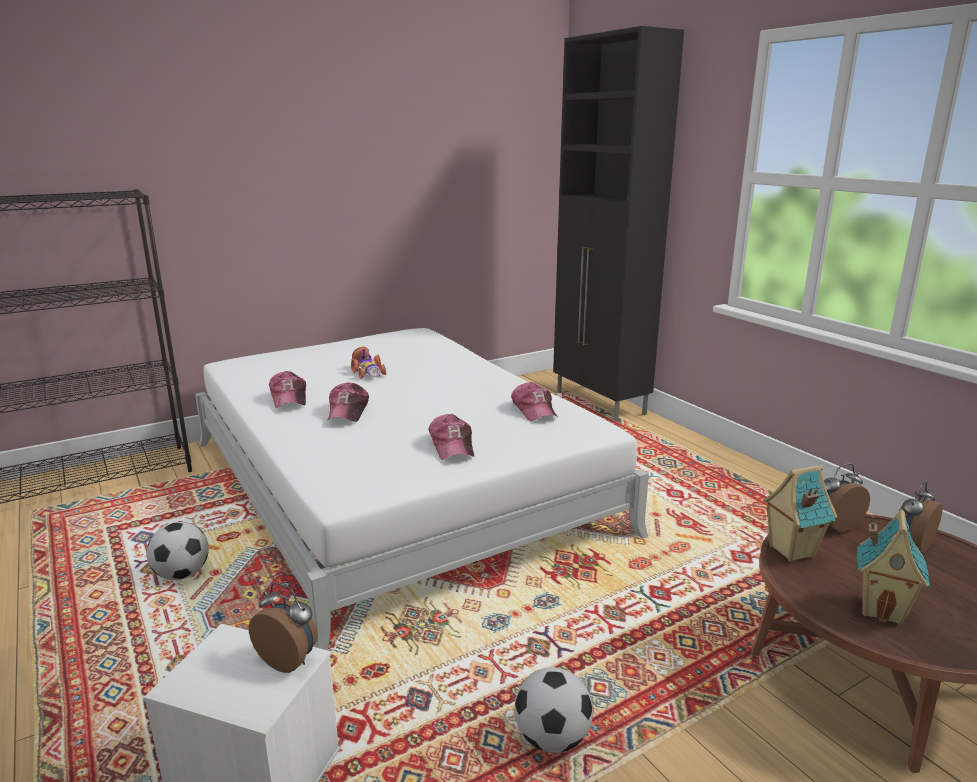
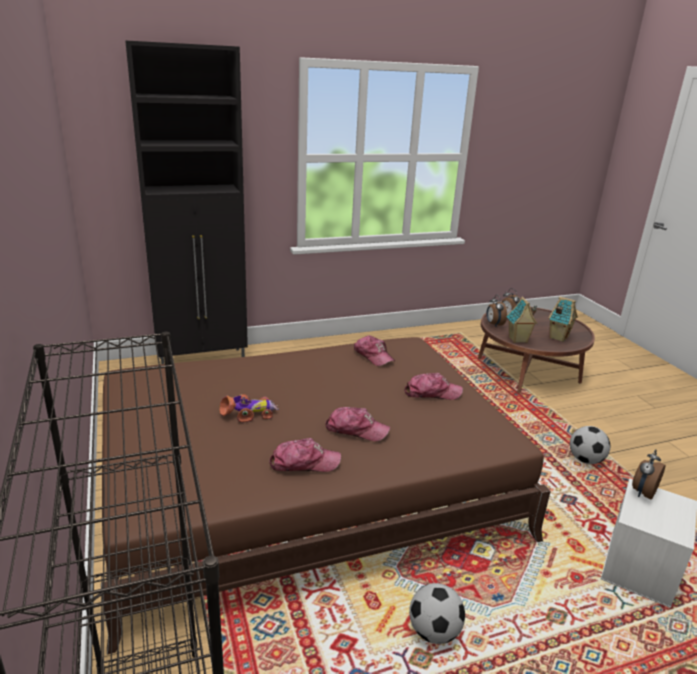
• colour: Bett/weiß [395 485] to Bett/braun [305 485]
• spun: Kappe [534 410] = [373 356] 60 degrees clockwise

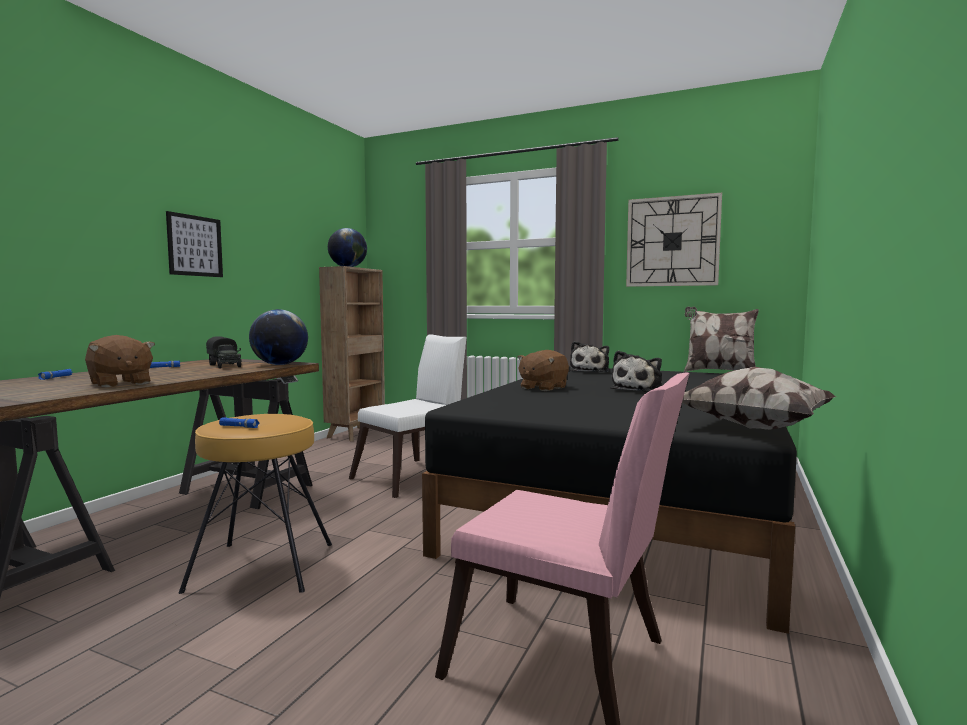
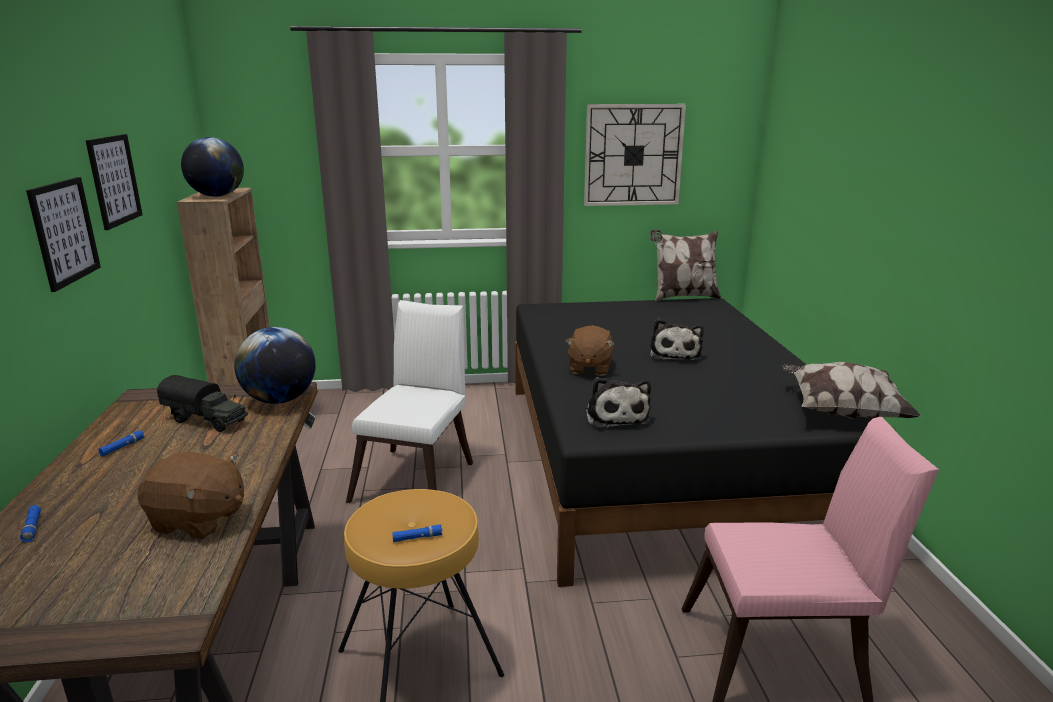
• appeared: Bild [114 180]
• relocated: Plüschtier [590 371] to [616 416]

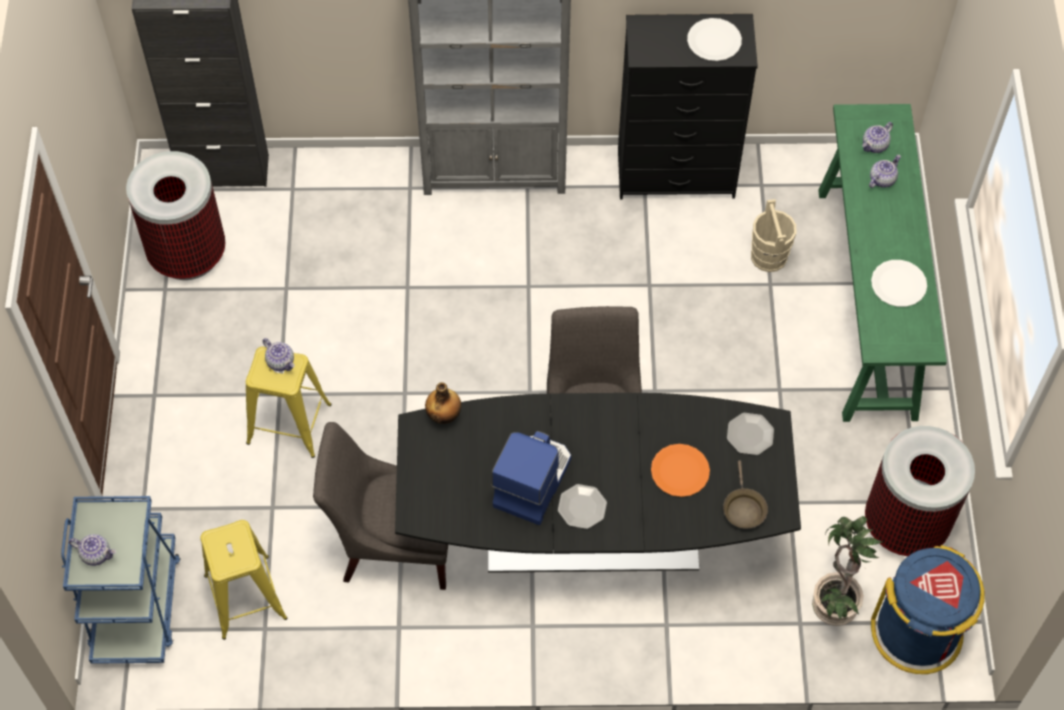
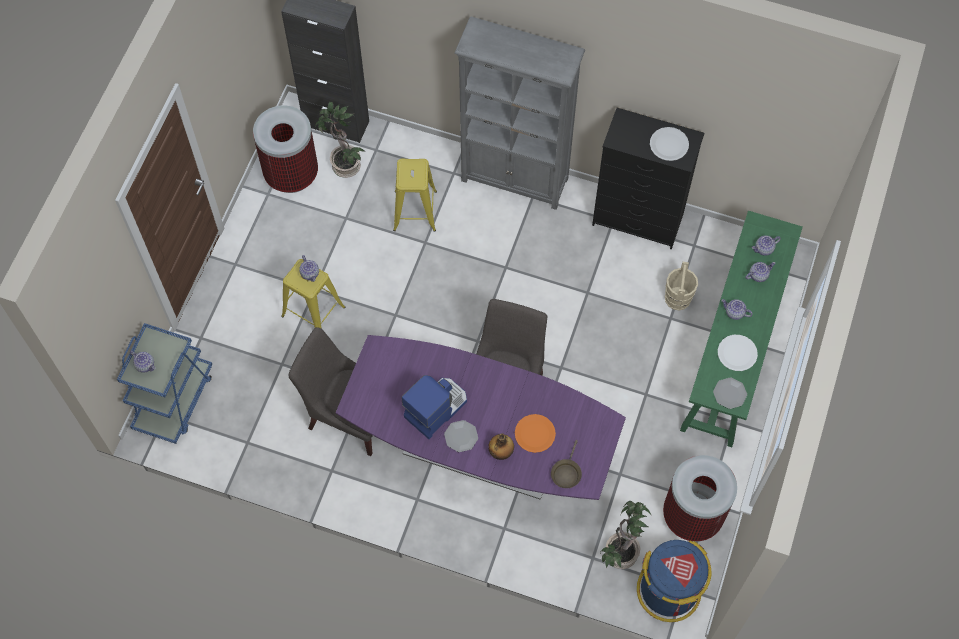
• appeared: Topfpflanze [344 165]
• colour: Esstisch/schwarz [591 532] to Esstisch/lila [480 450]
• relocated: Hocker/gelb [245 596] to [415 210]
• relocated: Flasche [444 415] to [501 452]
• relocated: Teller [750 434] to [729 393]
• appeared: Teekanne [734 313]

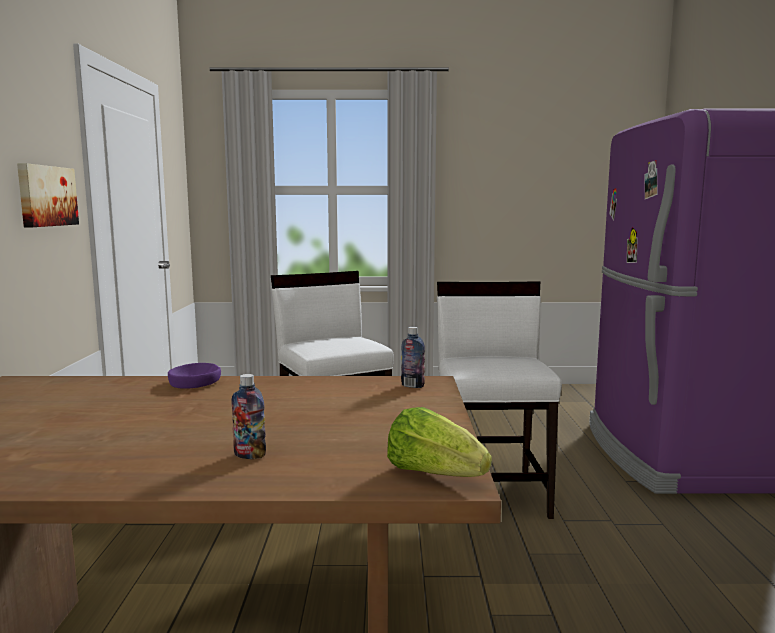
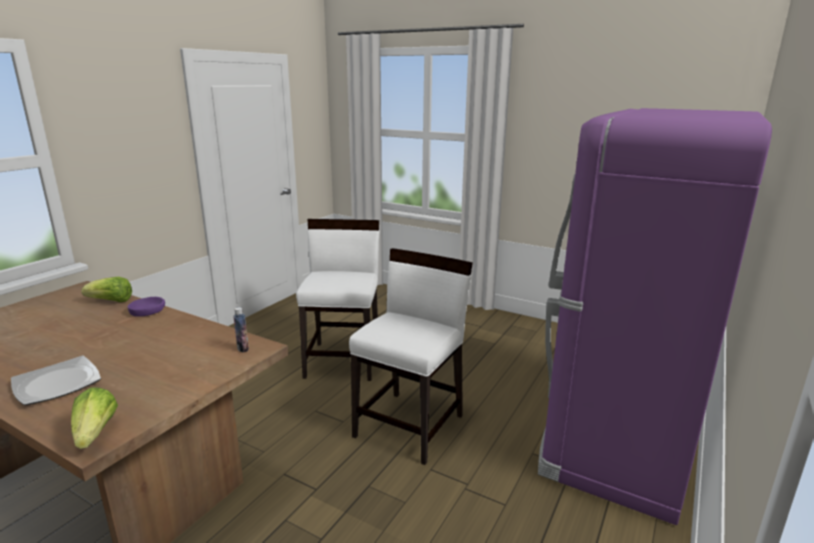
• exchanged: Flasche [249 455] to Teller [58 383]
• appeared: Salatkopf [111 301]
• missing: Bild [46 196]

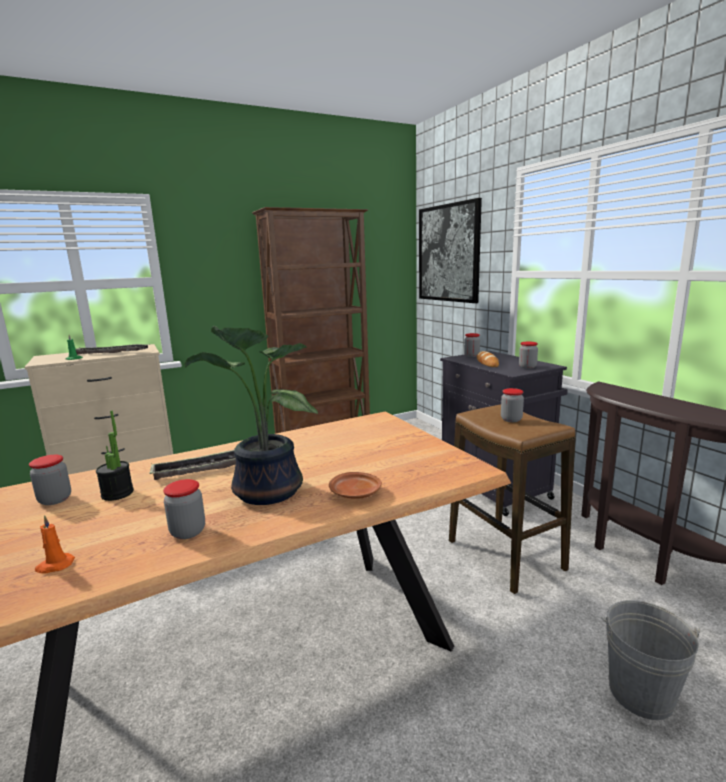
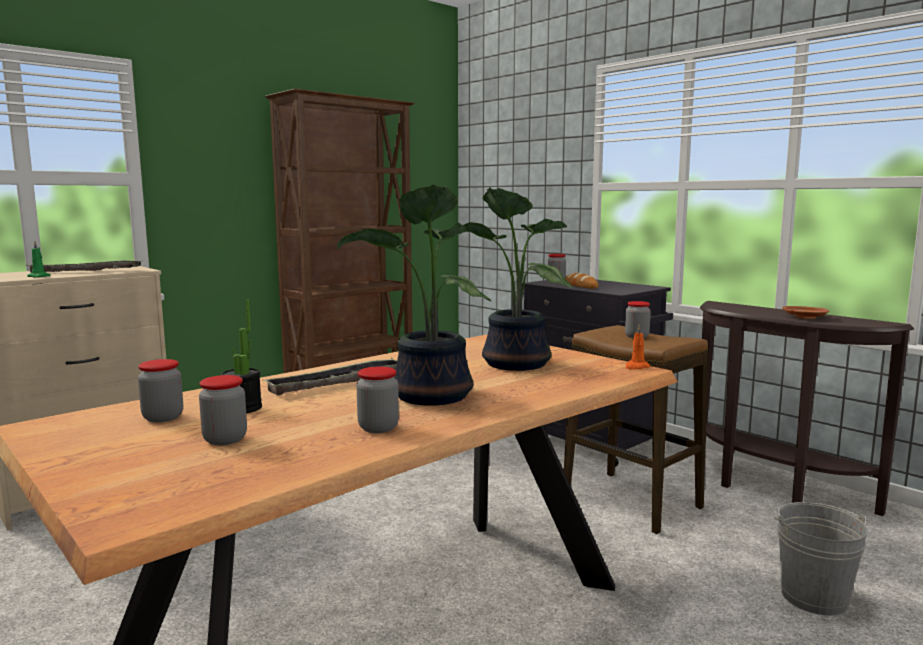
• relocated: Vorratsglas [527 367] to [225 439]
• appeared: Topfpflanze [511 364]
• relocated: Kerze/orange [54 566] to [636 367]
• relocated: Teller/braun [355 494] to [805 318]
• missing: Bild [448 253]

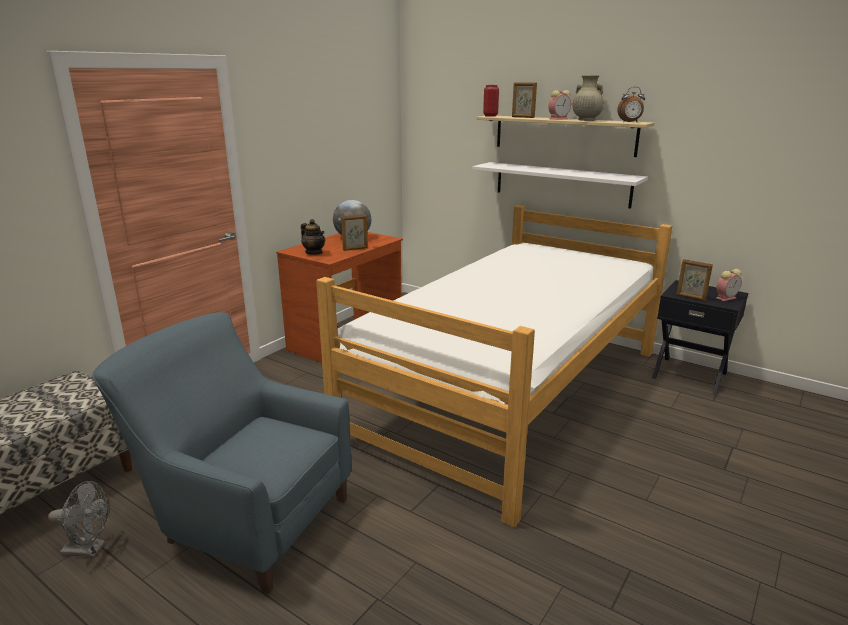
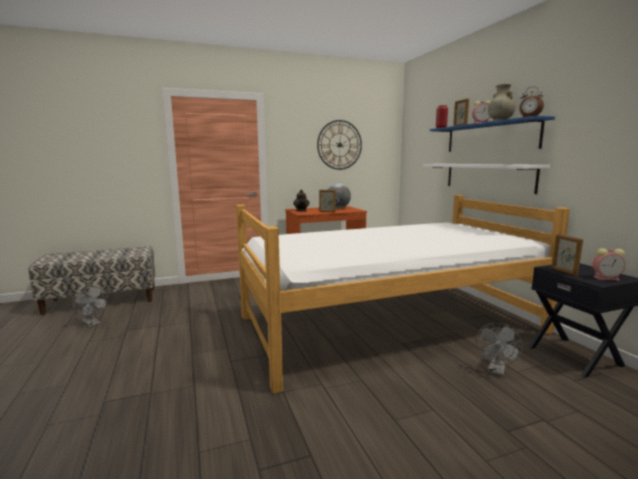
• appeared: Wanduhr [339 145]
• colour: Wandregal/beige [563 135] to Wandregal/blau [489 137]
• appeared: Ventilator/grau [496 371]
• missing: Sessel/blau [243 518]

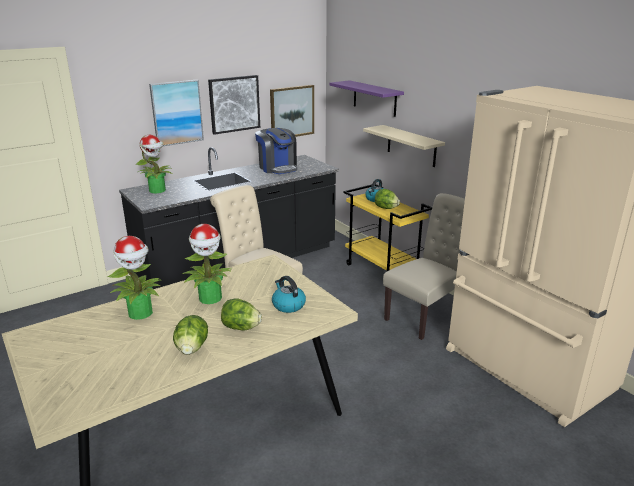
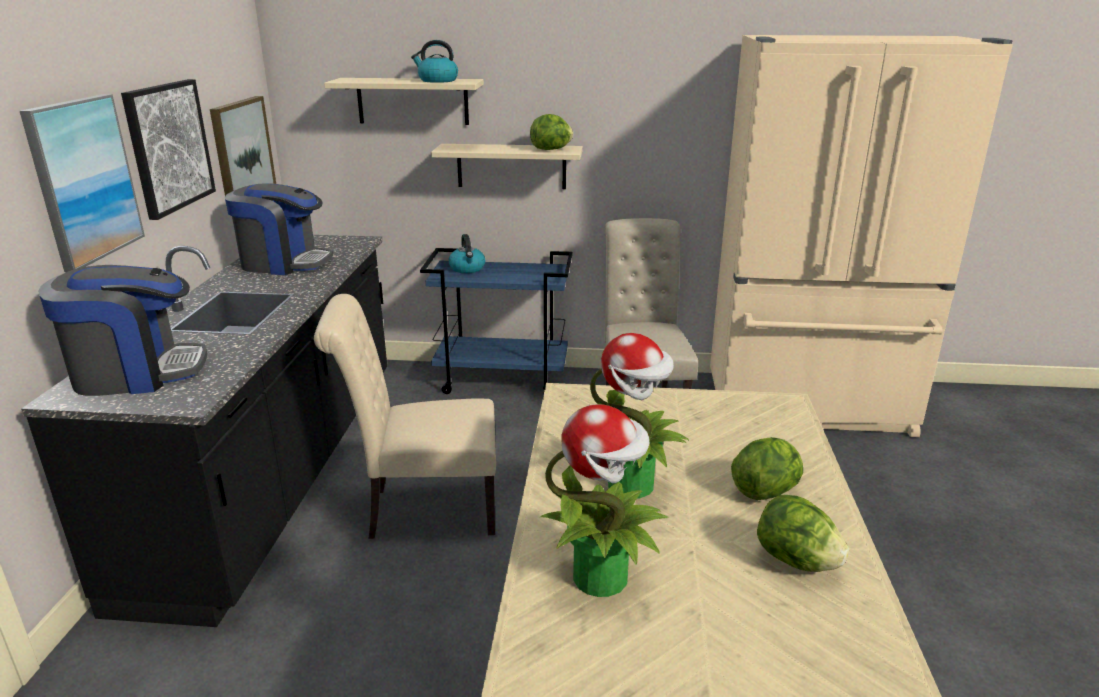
• exchanged: Topfpflanze [158 190] to Kaffeemaschine [137 373]
• colour: Wandregal/lila [374 98] to Wandregal/beige [412 101]
• relocated: Wasserkessel [288 305] to [437 80]
• colour: Rollwagen/gelb [383 271] to Rollwagen/blau [503 380]
• relocated: Salatkopf [386 208] to [551 149]

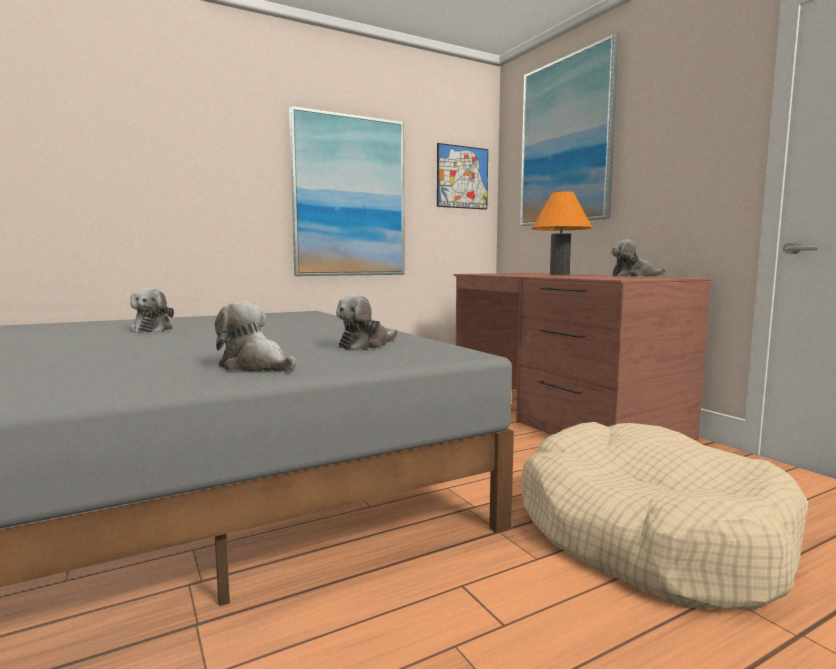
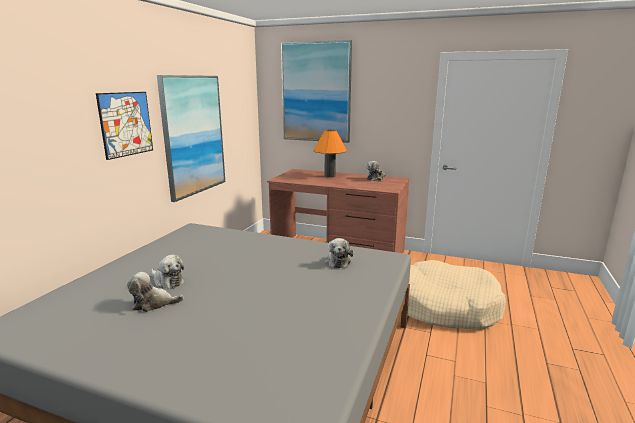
• relocated: Bild [462 177] to [126 124]
• relocated: Plüschtier [255 367] to [153 303]

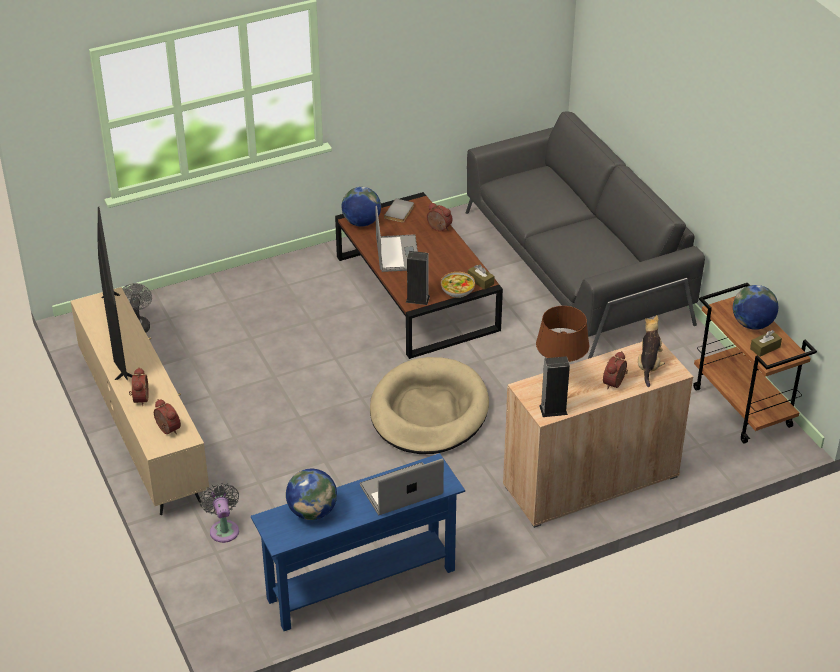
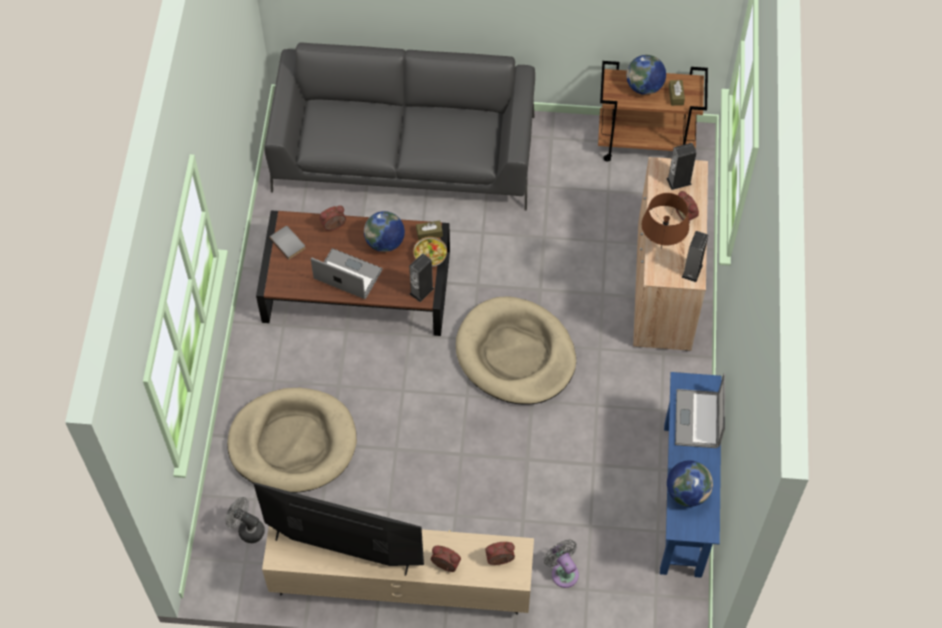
• appeared: Hundebett/beige [293 443]
• relocated: Globus [361 222] to [385 242]
• spun: Ventilator/grau [223 529] = [563 572] 45 degrees clockwise
• exchanged: Plüschtier [648 365] to Lautsprecher [679 181]

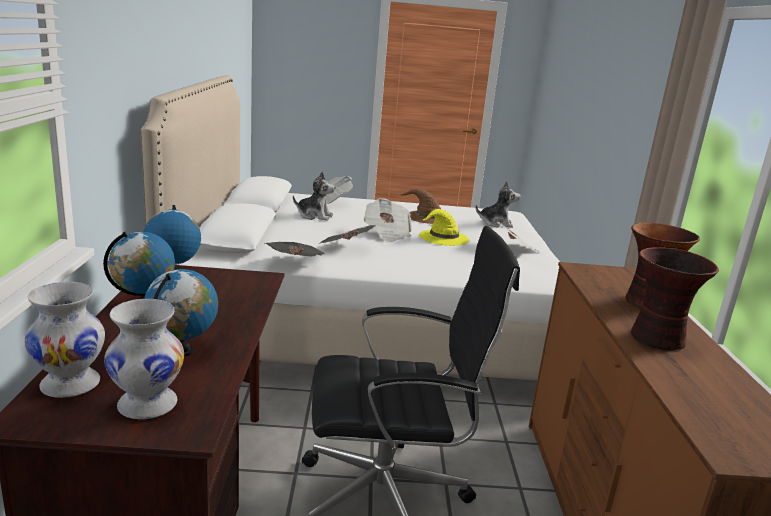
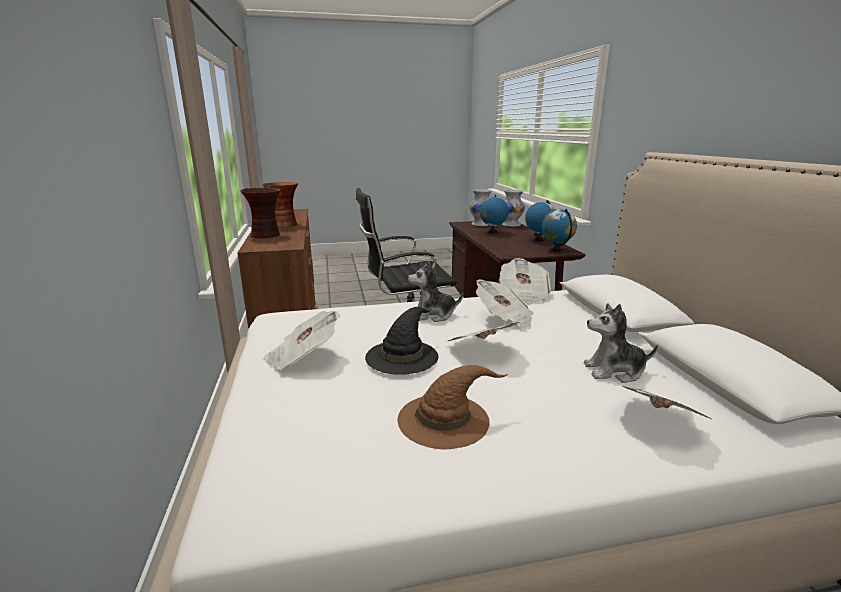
• colour: Hut/gelb [443 237] to Hut/schwarz [402 356]
• relocated: Plüschtier [496 223] to [433 315]

